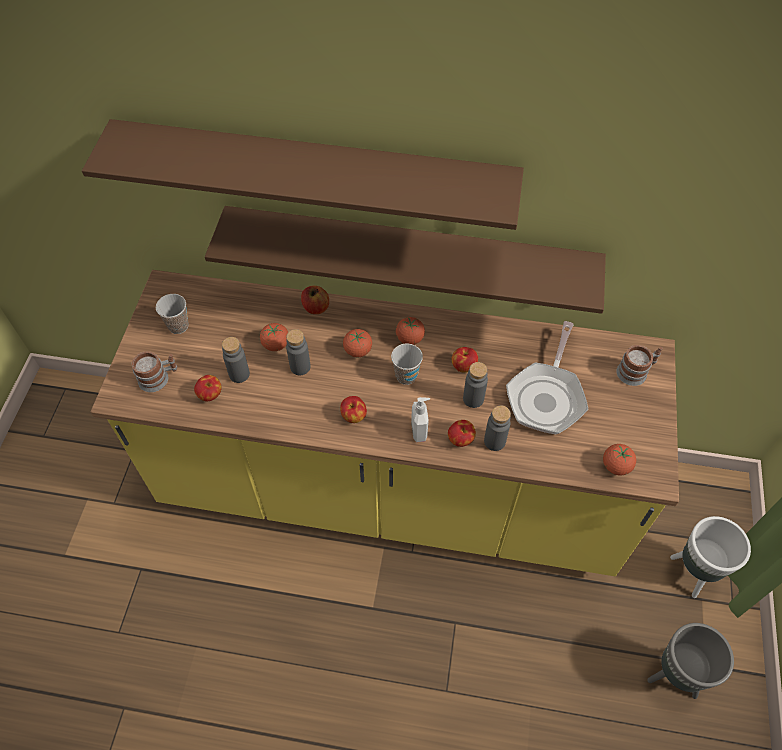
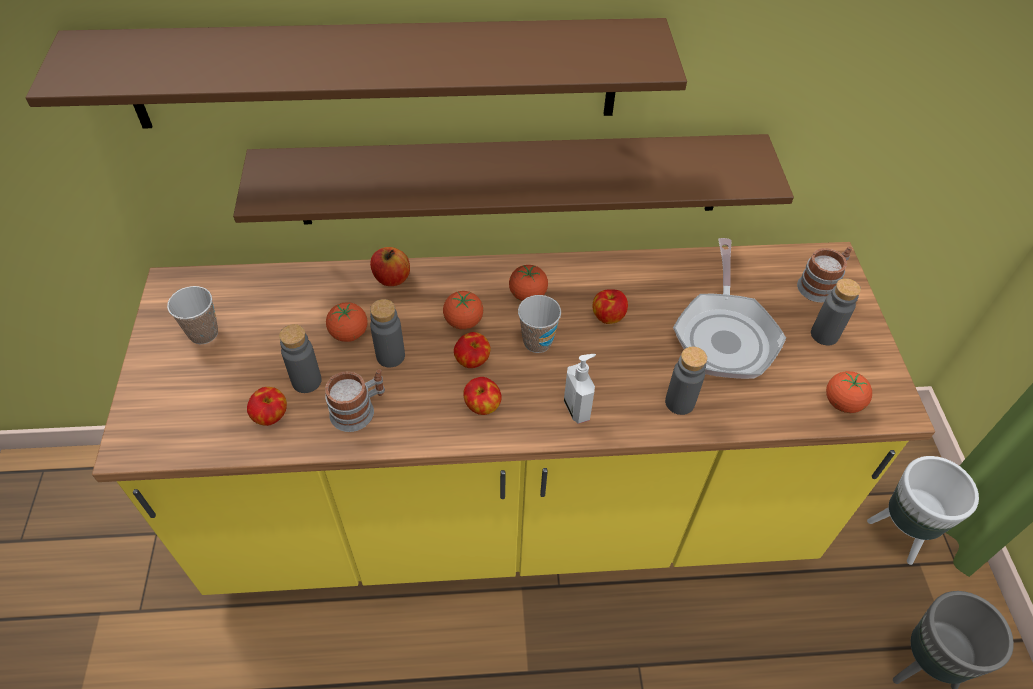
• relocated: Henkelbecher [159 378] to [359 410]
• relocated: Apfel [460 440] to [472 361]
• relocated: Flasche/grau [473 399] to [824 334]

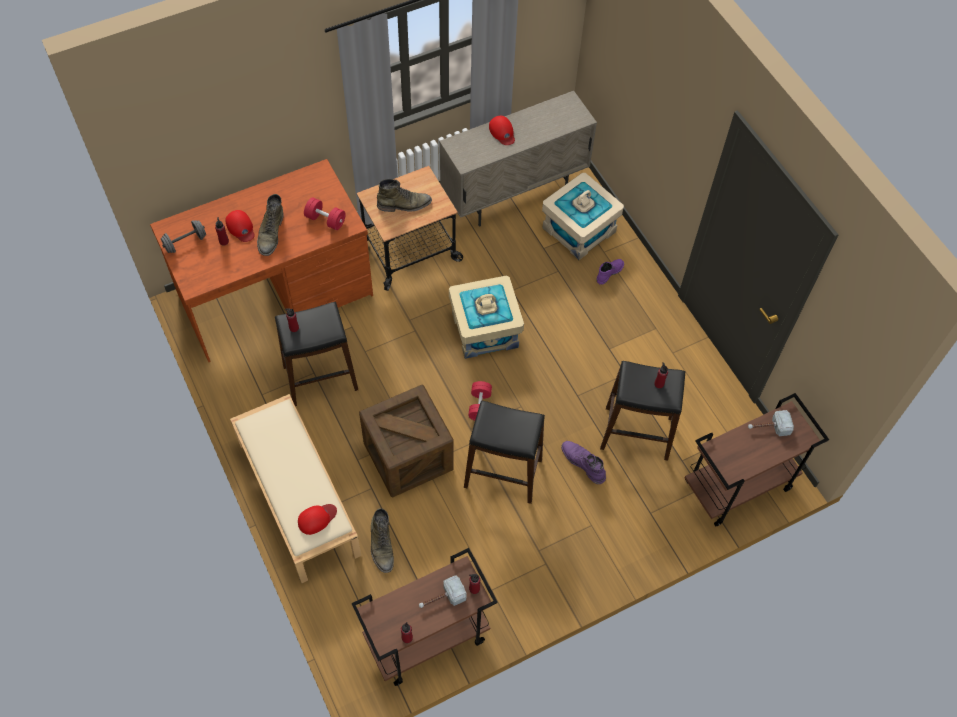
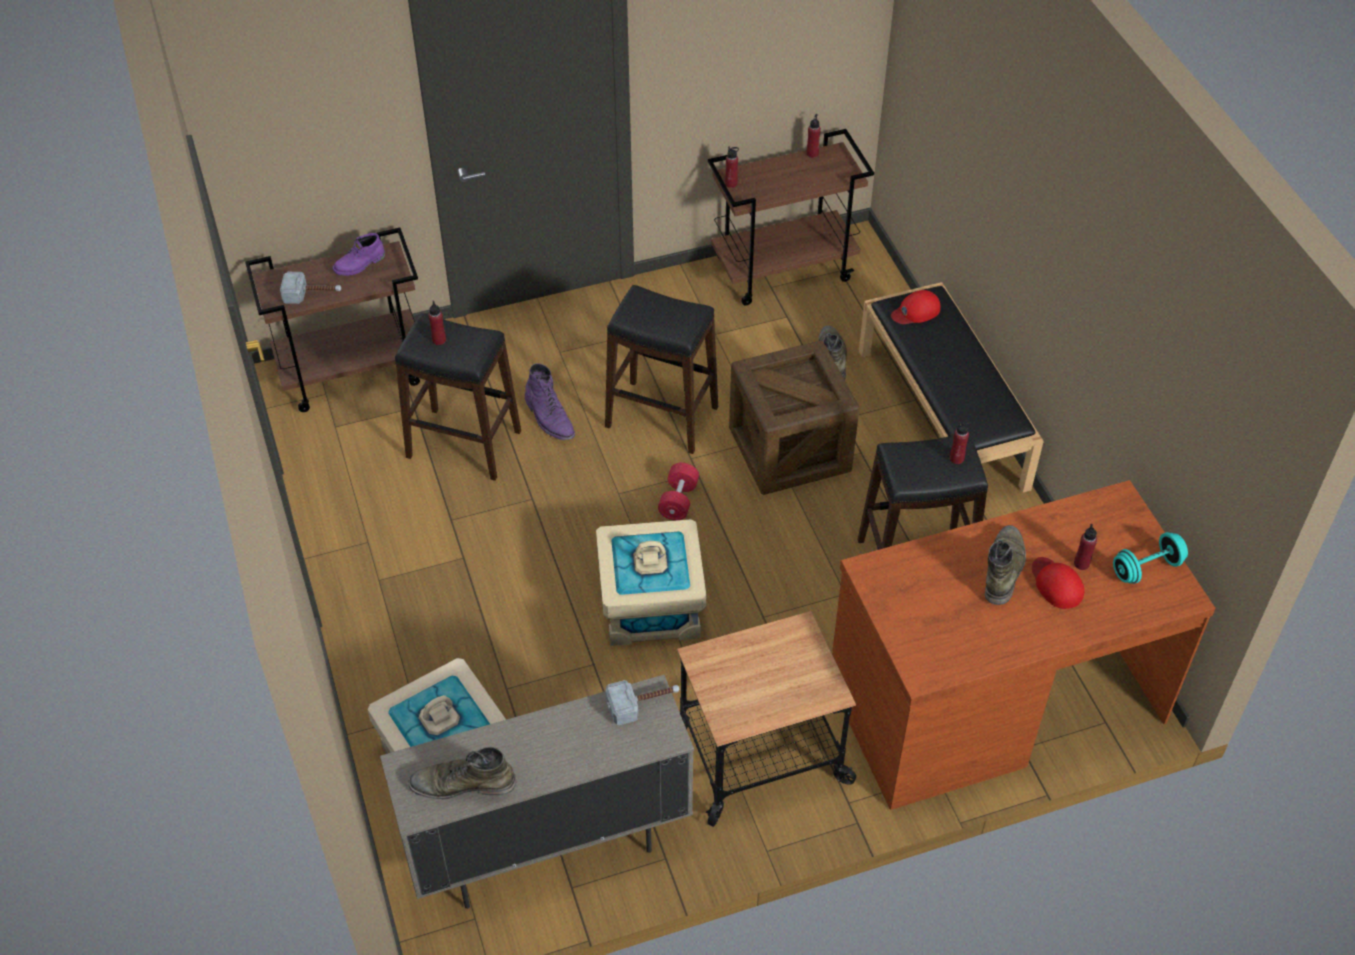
• relocated: Stiefel/lila [609 272] to [360 265]
• relocated: Stiefel/grün [404 204] to [463 784]
• relocated: Hammer [441 598] to [643 703]
• colour: Bank/beige [297 497] to Bank/schwarz [943 419]
• colour: Hantel/grau [185 242] to Hantel/türkis [1146 568]
• missing: Hantel/rot [325 220]
• missing: Kappe/rot [502 132]

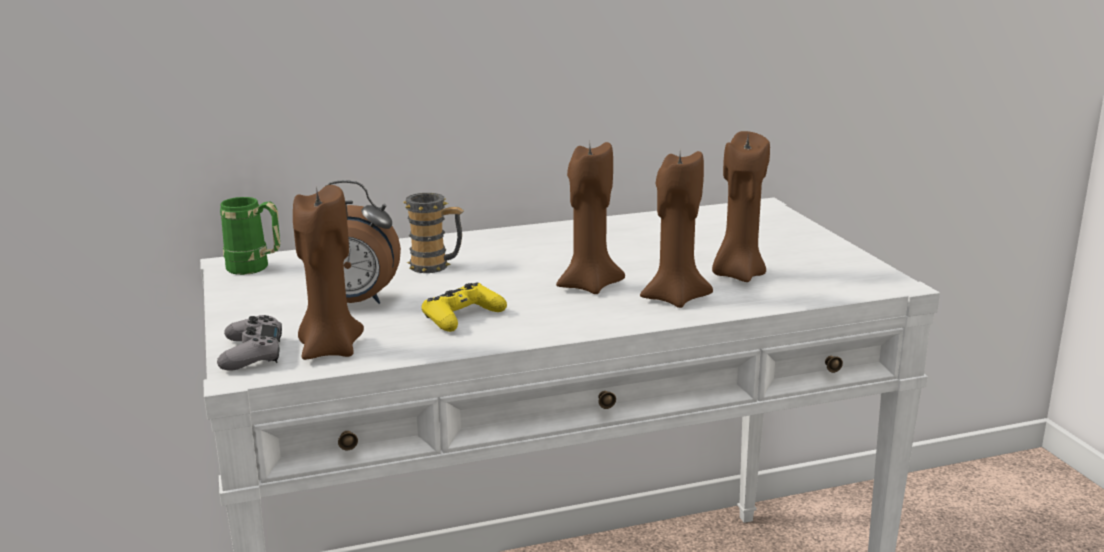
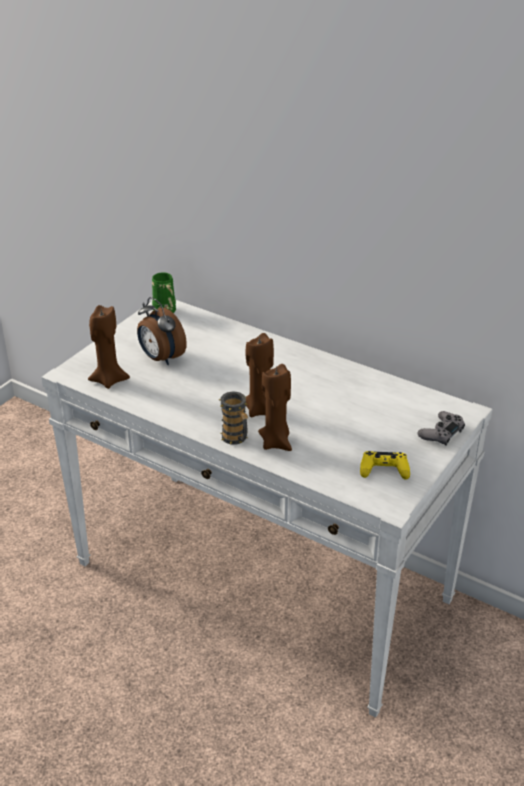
• relocated: Henkelbecher [436 266] to [236 439]
• relocated: Gamepad/gelb [462 317] to [384 470]
• relocated: Gamepad/grau [252 354] to [441 433]
• missing: Kerze/braun [737 275]

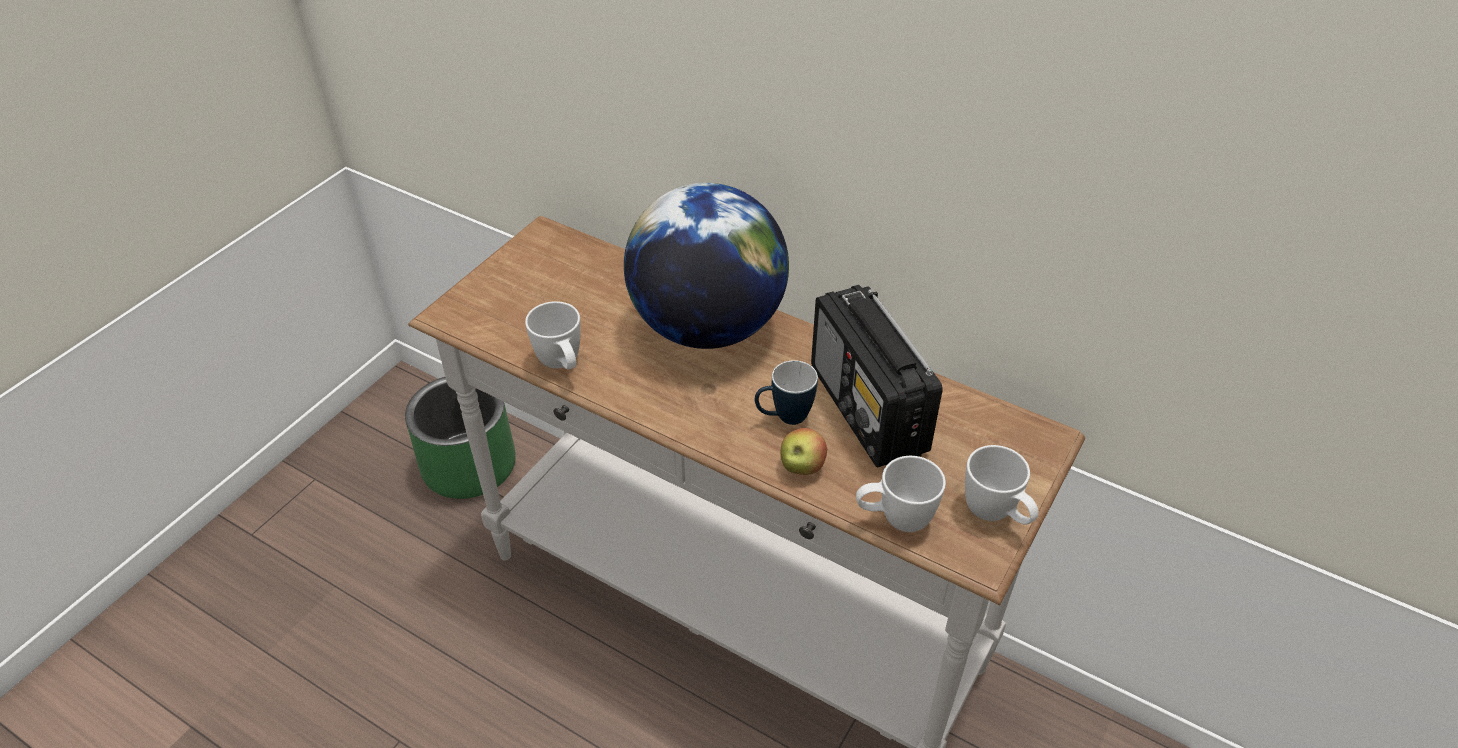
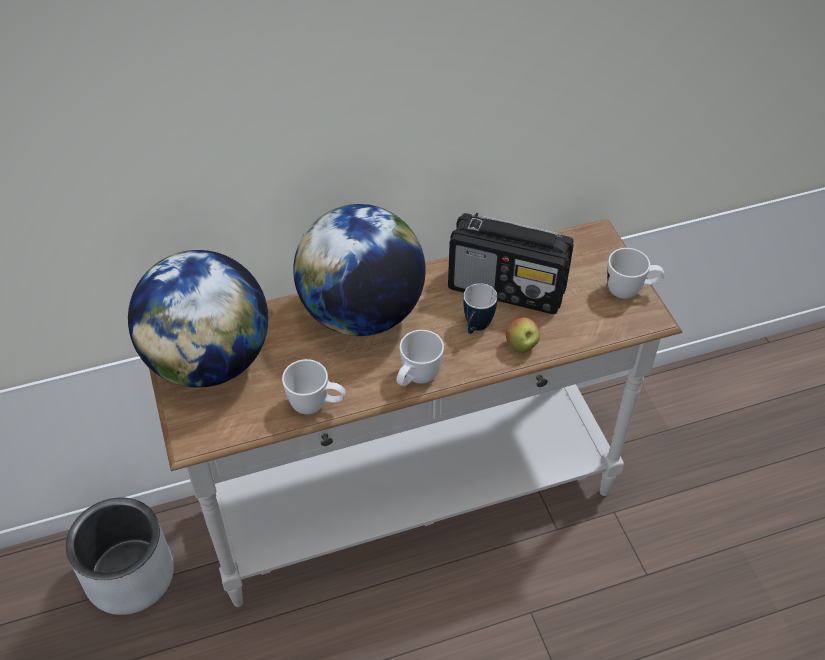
• colour: Pflanzkübel/grün [470 465] to Pflanzkübel/grau [130 574]
• appeared: Globus [209 361]
• relocated: Henkelbecher/weiß [894 519] to [416 379]

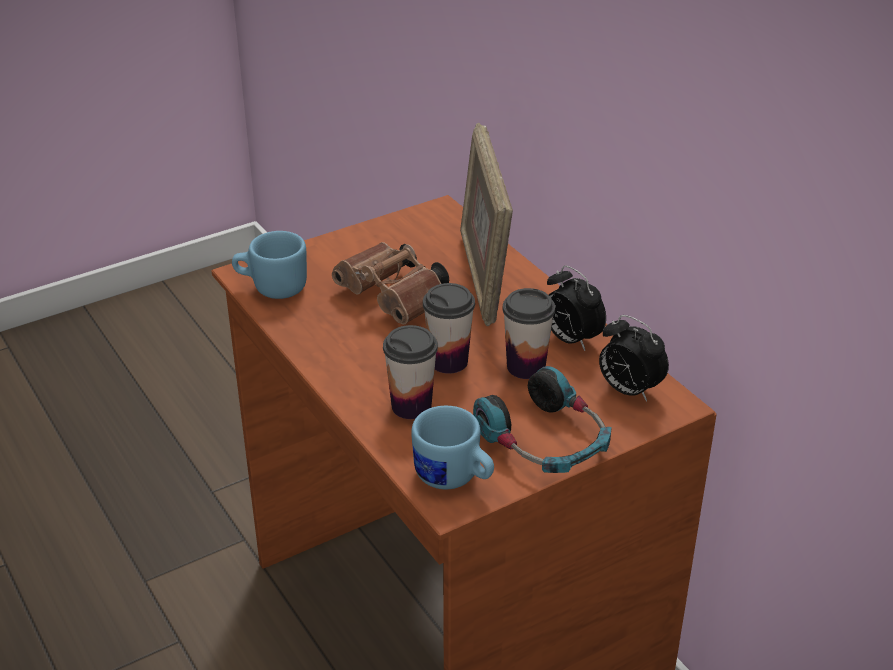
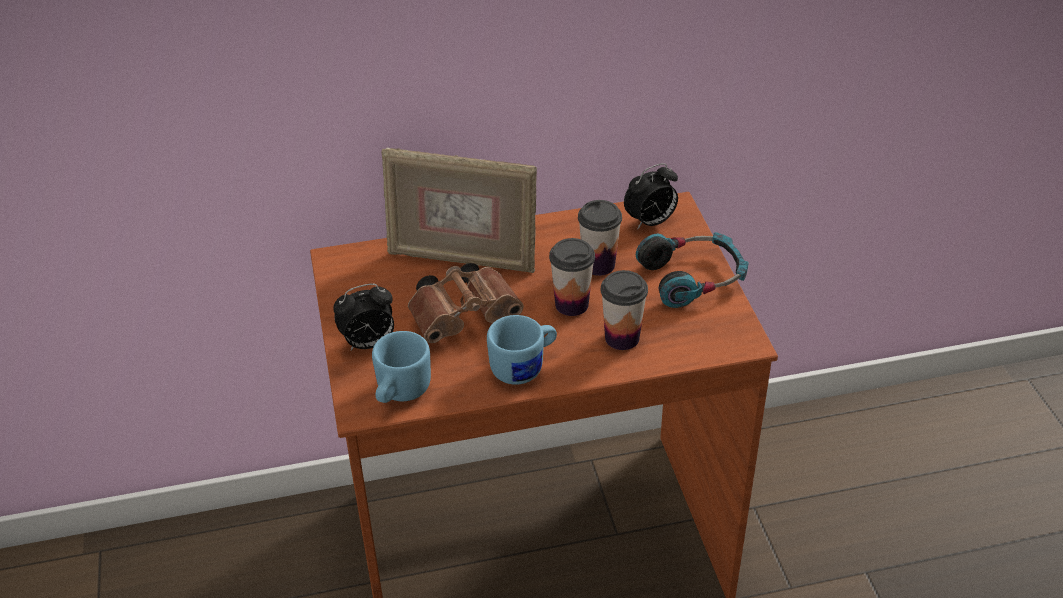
• relocated: Wecker [570 339] to [368 344]
• relocated: Henkelbecher/blau [454 479] to [524 367]

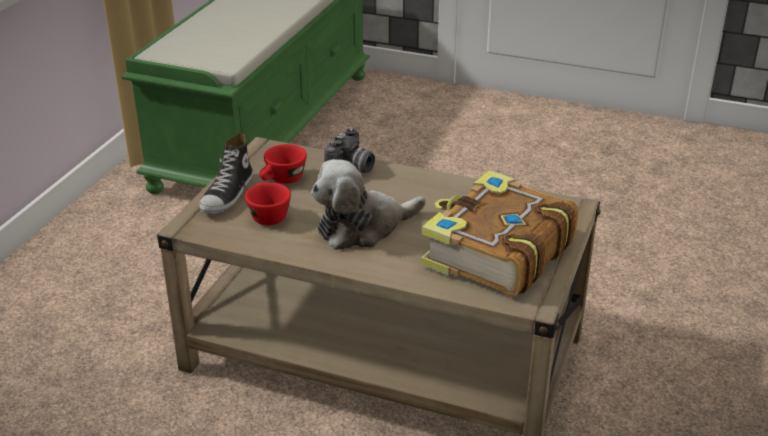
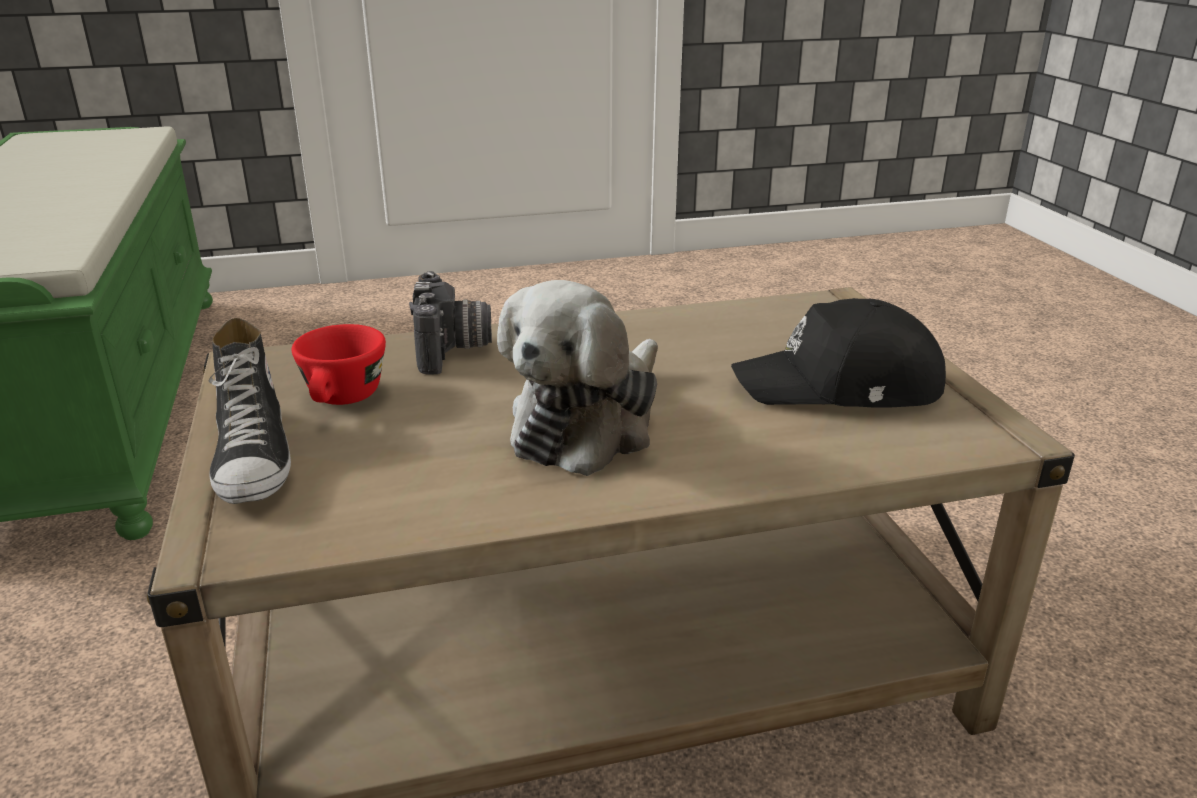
• exchanged: Buch [496 253] to Kappe/schwarz [841 387]
• missing: Tasse/rot [267 215]

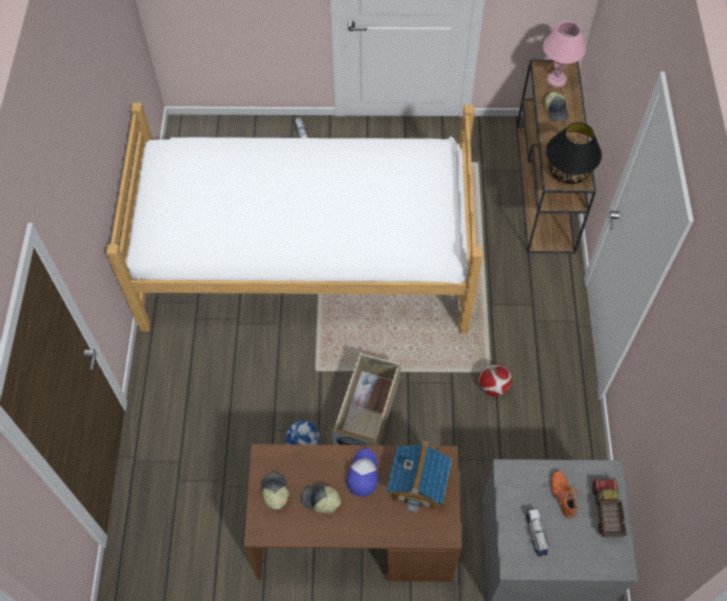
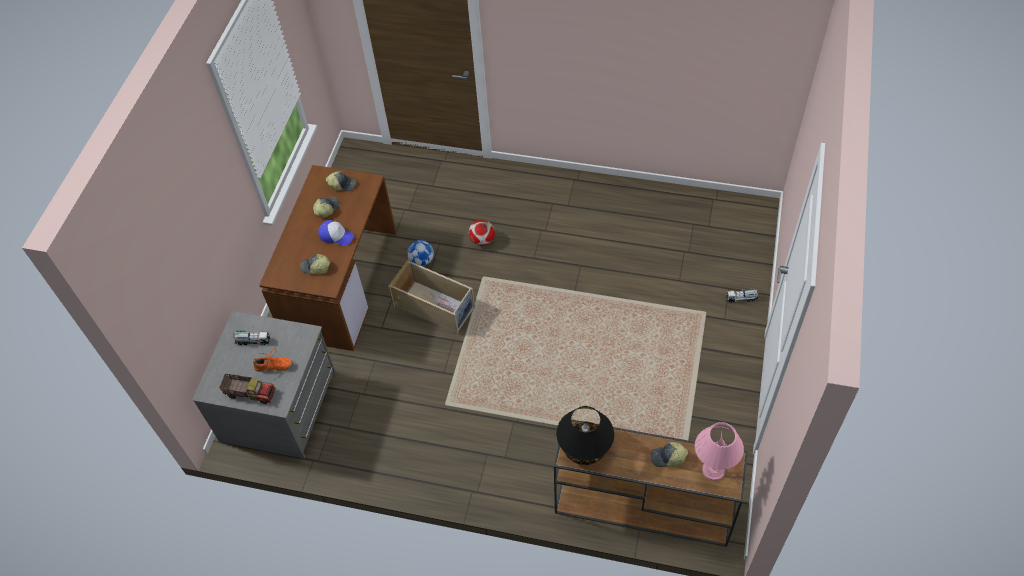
• exchanged: Spielzeughaus [418 484] to Kappe [315 267]
• relocated: Fußball [493 386] to [482 240]
• missing: Bett [306 258]

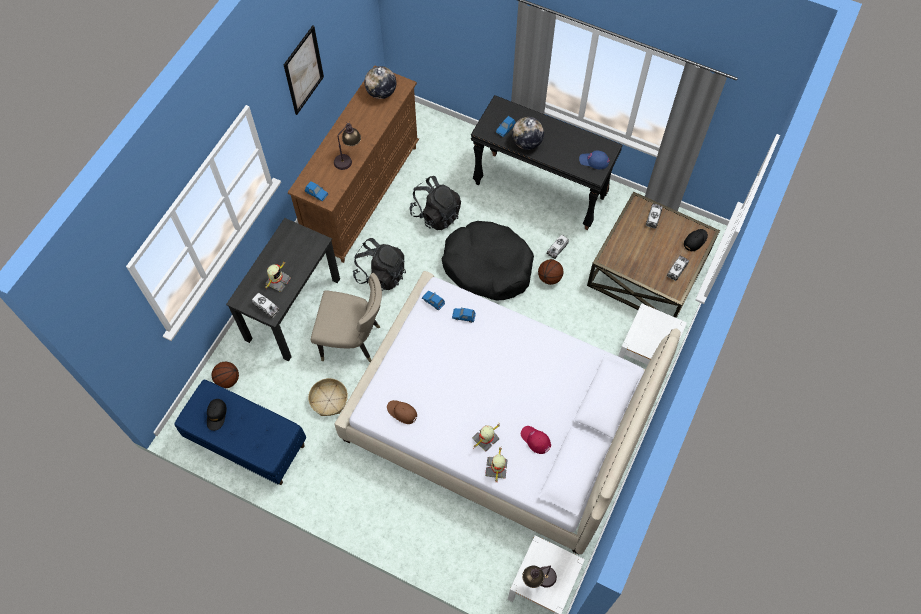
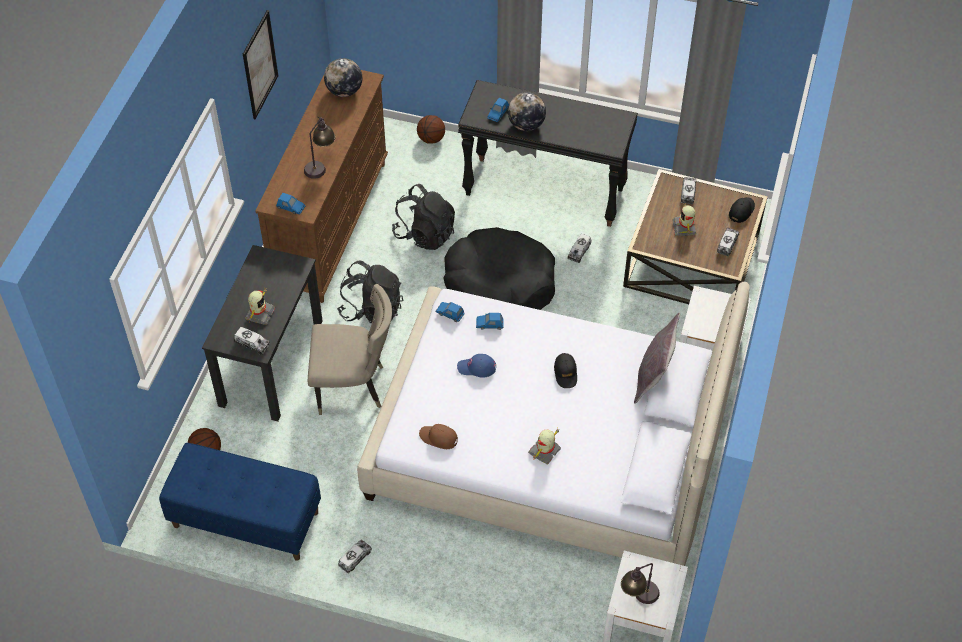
• appeared: Spielzeuglaster [355 558]
• relocated: Basketball [549 277] to [431 138]
• relocated: Kappe/blau [594 161] to [477 367]
• relocated: Kappe/schwarz [216 415] to [565 373]
• appeared: Kissen/grau [653 377]
• relocated: Spielzeugroboter [497 468] to [684 227]
• missing: Korb [329 400]
• missing: Kappe/rot [535 440]

